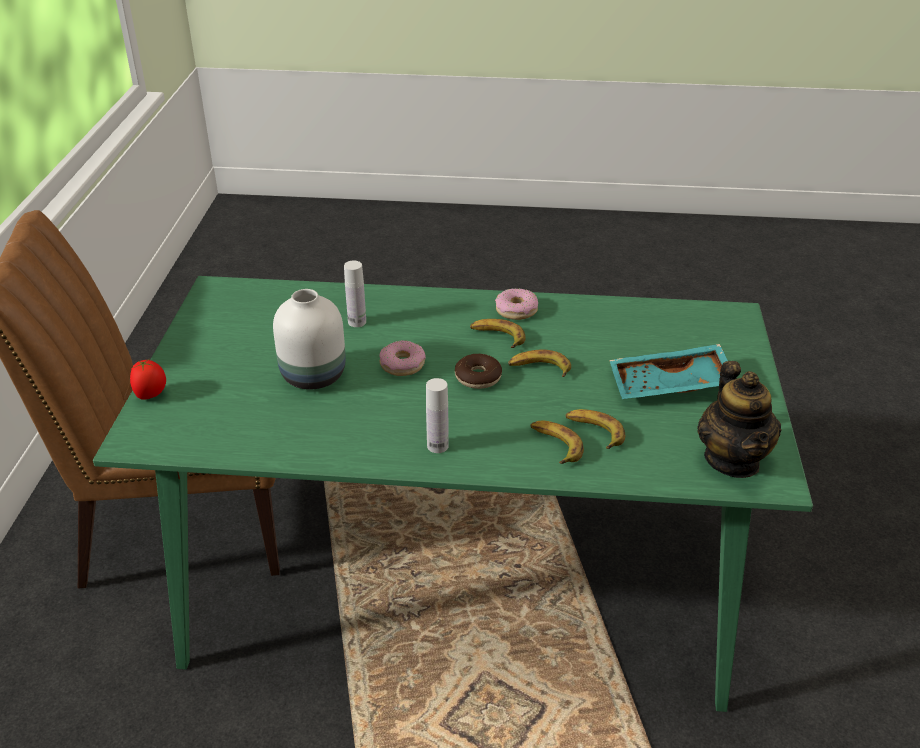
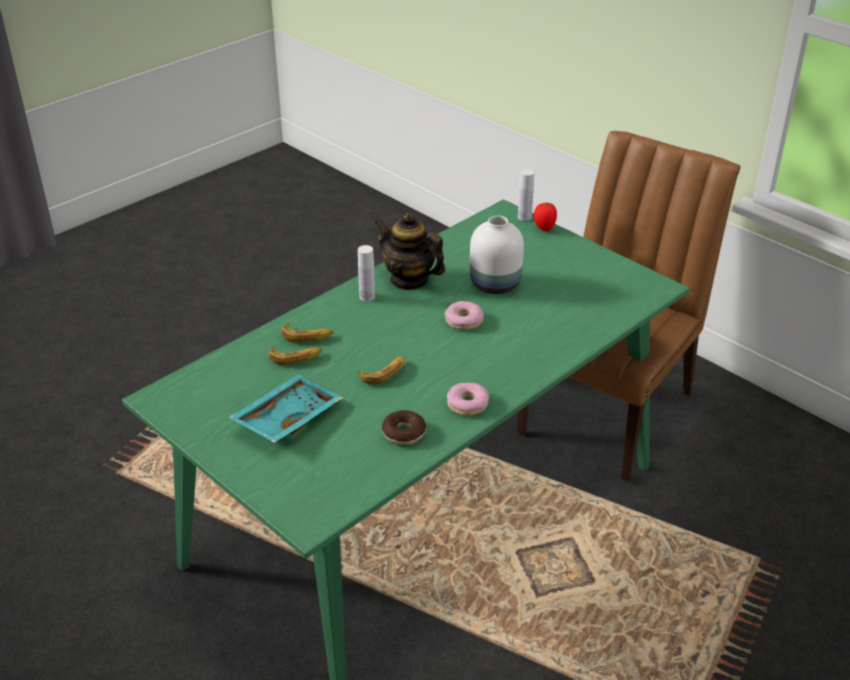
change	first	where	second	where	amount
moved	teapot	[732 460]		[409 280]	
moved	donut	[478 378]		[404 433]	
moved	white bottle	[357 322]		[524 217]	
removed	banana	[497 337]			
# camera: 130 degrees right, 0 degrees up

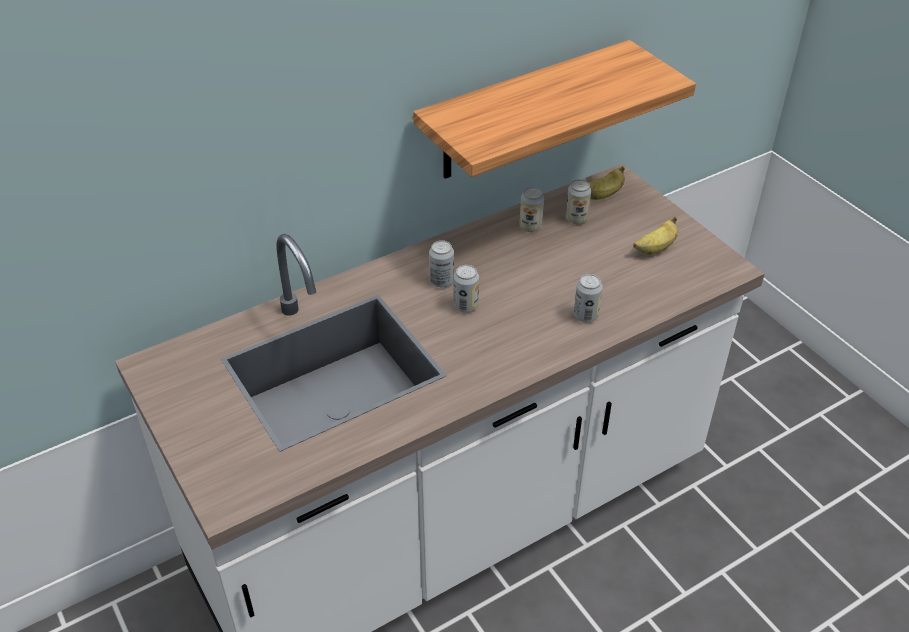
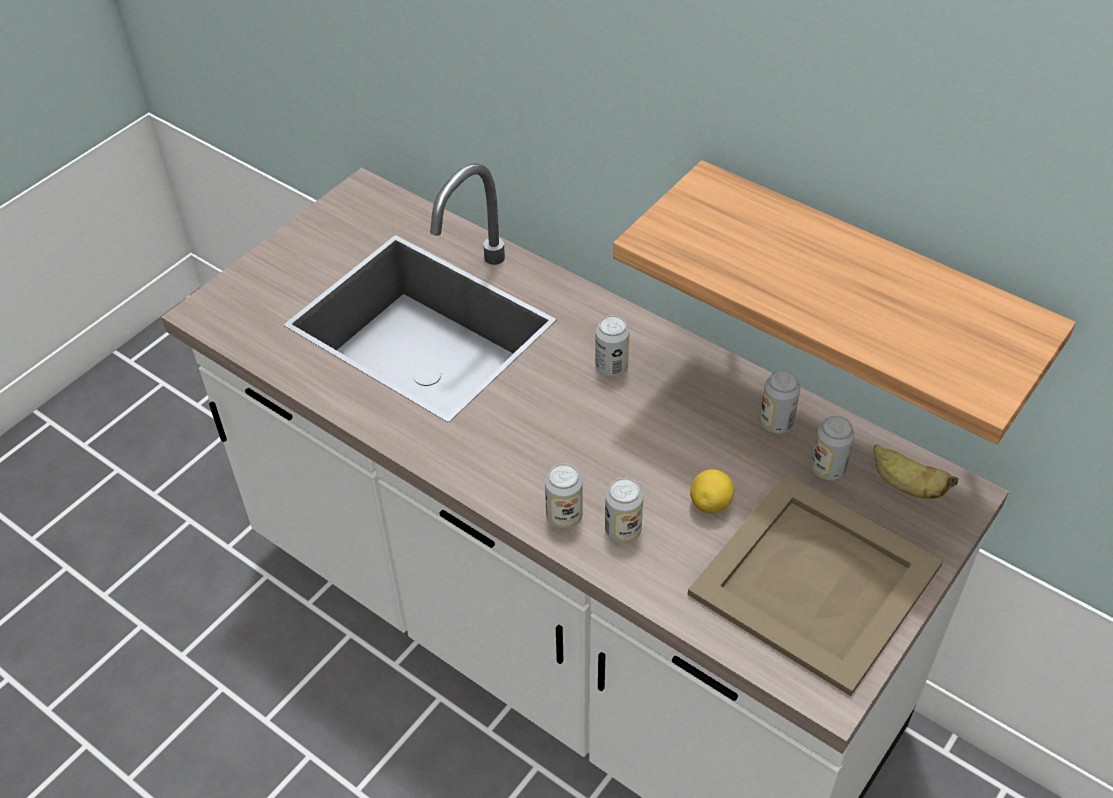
change	first	where	second	where	amount
moved	can	[466 306]		[564 516]	
replaced	banana	[655 249]	beige tray	[817 579]	
added			lemon	[711 504]	
# camera: 70 degrees right, 5 degrees up

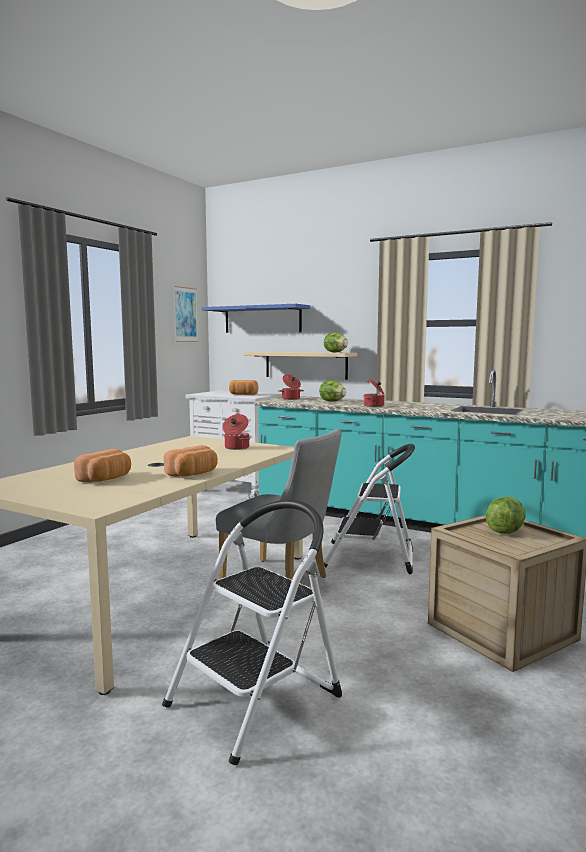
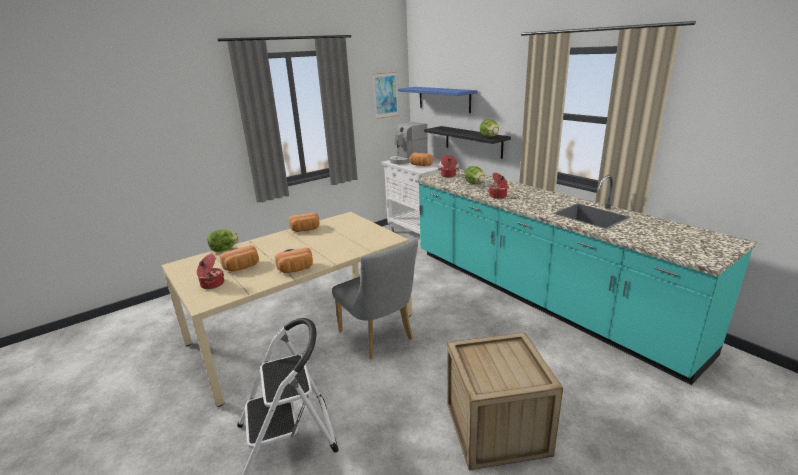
change	first	where	second	where	amount
moved	cooking pot	[236 447]		[211 284]	
moved	lettuce	[505 531]		[224 249]	
added			bread	[305 230]	
added			coffee machine	[407 160]	
recoloured	beige shelf	[305 365]	black shelf	[473 141]	
removed	step ladder	[372 558]			
# camera: 25 degrees right, 15 degrees up

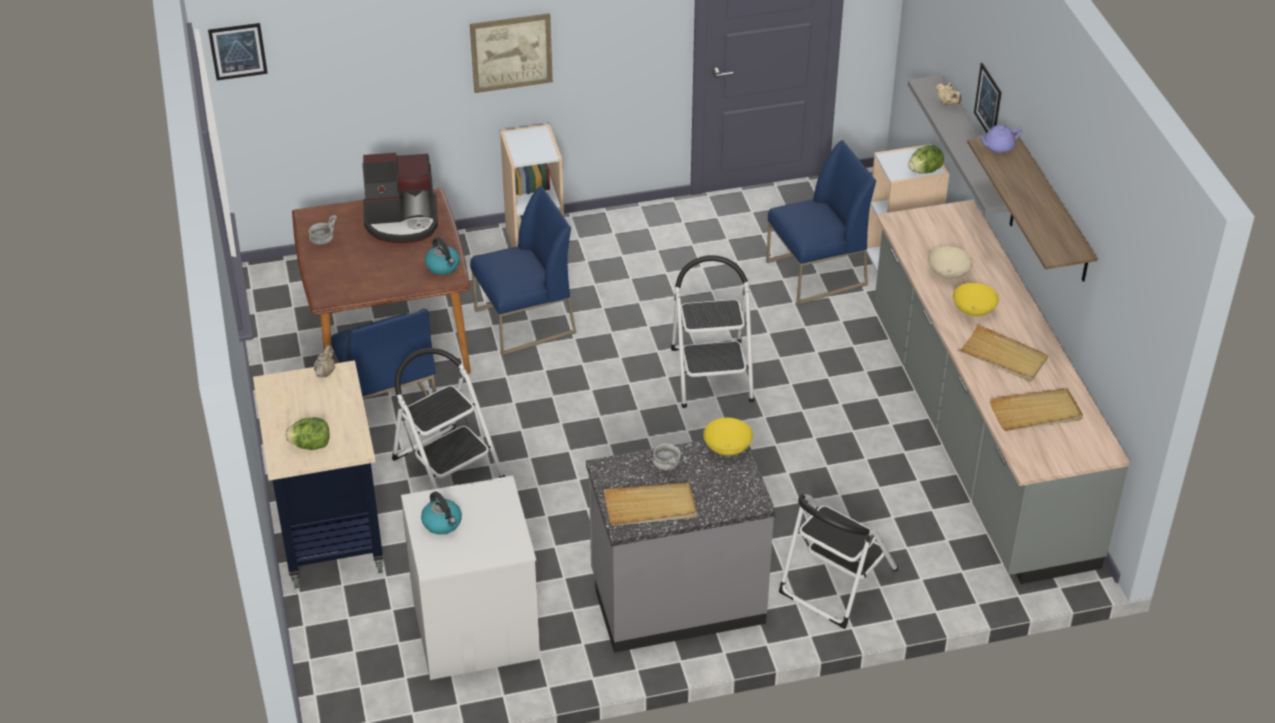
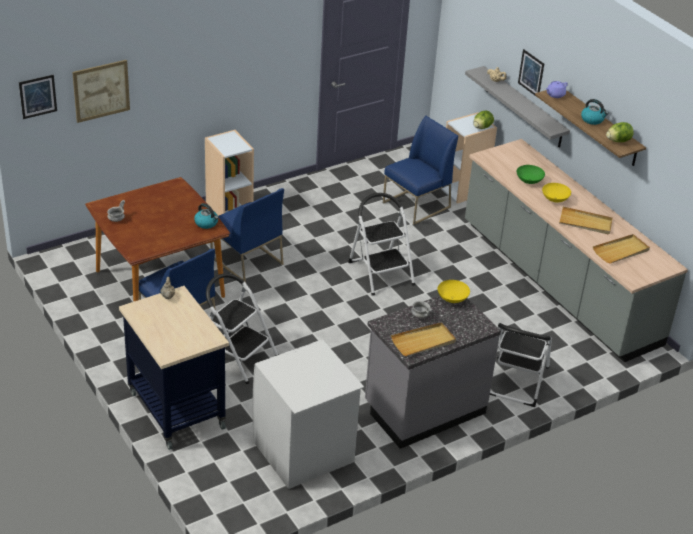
change	first	where	second	where	amount
moved	picture	[511 52]		[101 90]	
turned	blue chair	[524 322]		[246 261]	90 degrees clockwise
recoloured	beige bowl	[949 273]	green bowl	[529 181]	
moved	kettle	[442 523]		[592 120]	
moved	lettuce	[311 445]		[618 141]	
removed	coffee machine	[402 221]			
# camera: 20 degrees left, 5 degrees down

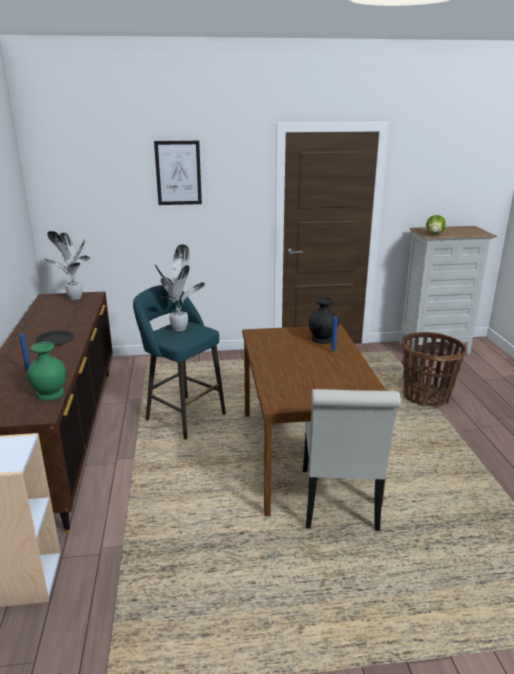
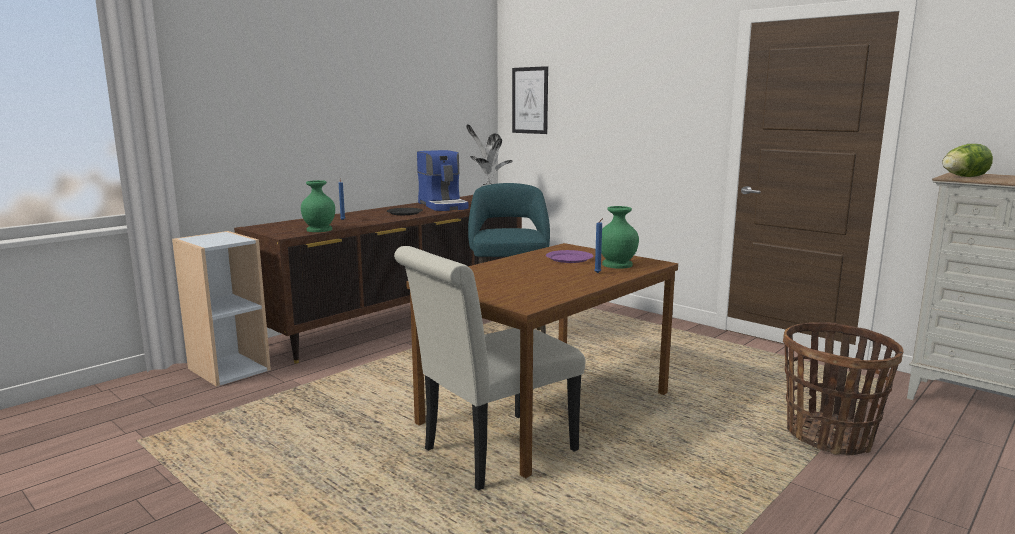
change	first	where	second	where	amount
added			coffee machine	[444 206]	
moved	picture	[178 173]		[530 100]	
added			purple plate	[569 258]	
recoloured	black vase	[321 339]	green vase	[616 264]	
removed	potted plant	[180 328]			
# camera: 50 degrees right, 10 degrees down

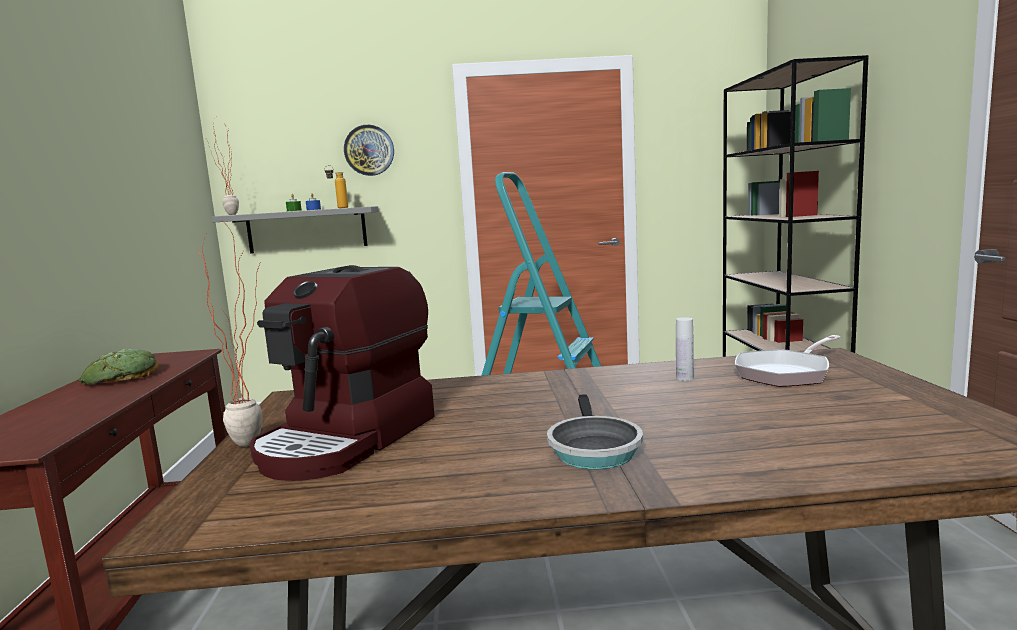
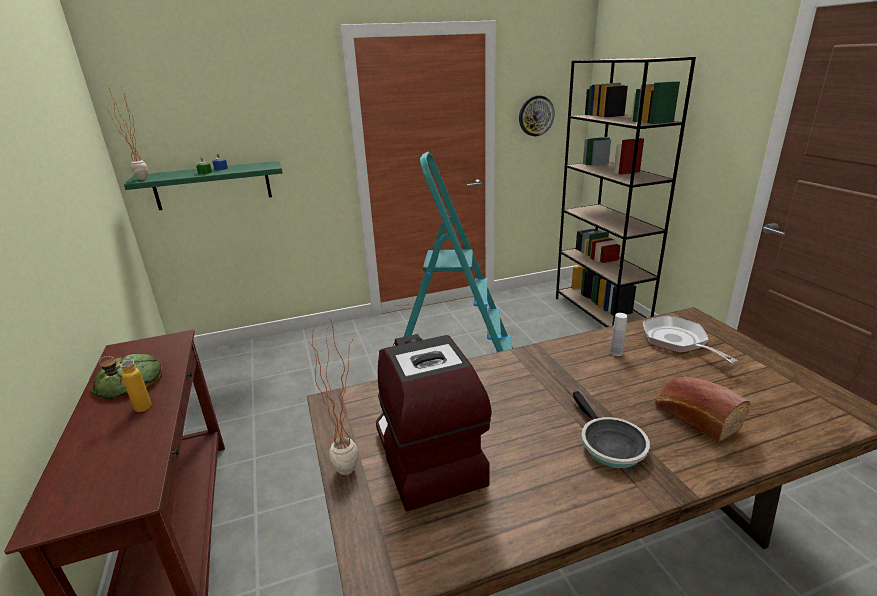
change	first	where	second	where	amount
moved	bottle	[338 208]		[135 409]	
recoloured	grey shelf	[307 230]	green shelf	[213 185]	
turned	coffee machine	[348 439]		[426 455]	150 degrees clockwise
moved	wall clock	[369 150]		[536 116]	
turned	frying pan	[786 373]		[677 341]	120 degrees clockwise
added			bread	[693 417]	
# camera: 15 degrees left, 15 degrees up

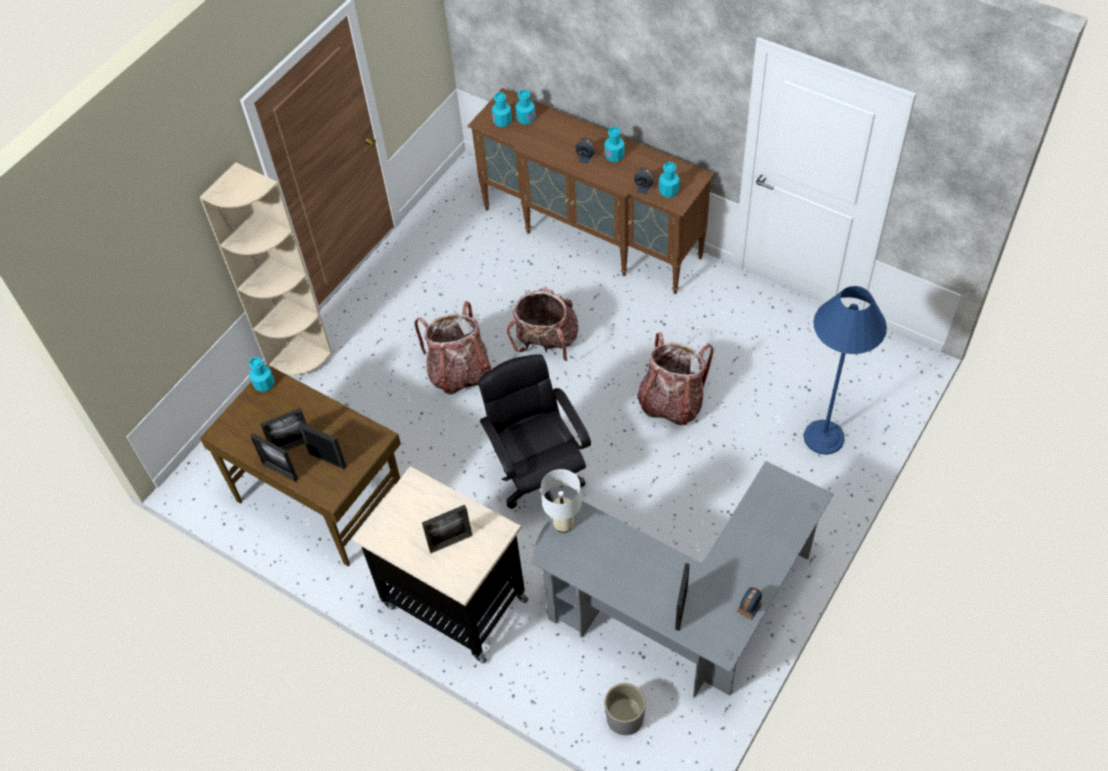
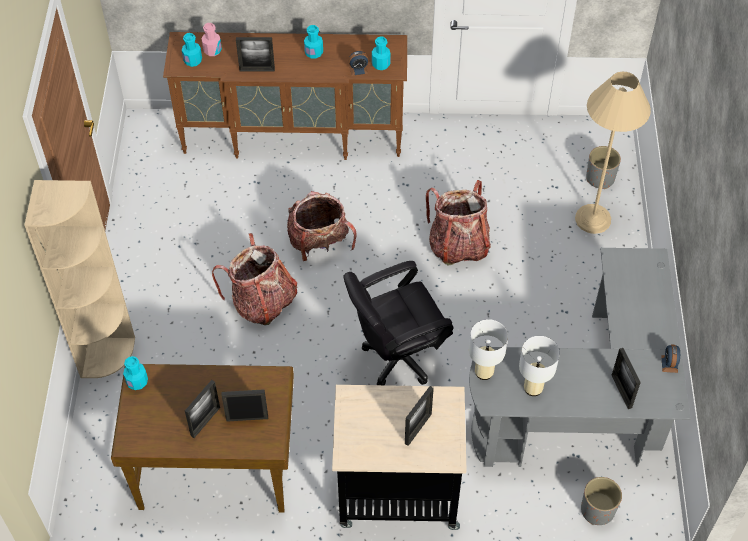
change	first	where	second	where	amount
recoloured	turquoise bottle	[526 119]	pink bottle	[212 50]	
moved	picture frame	[280 471]		[257 70]	
turned	black office chair	[538 481]		[396 361]	60 degrees counterclockwise
added			white table lamp	[533 388]	
recoloured	blue floor lamp	[823 437]	beige floor lamp	[593 219]	
added			grey planter	[600 178]	
removed	alarm clock	[586 158]			
# camera: 35 degrees left, 0 degrees up

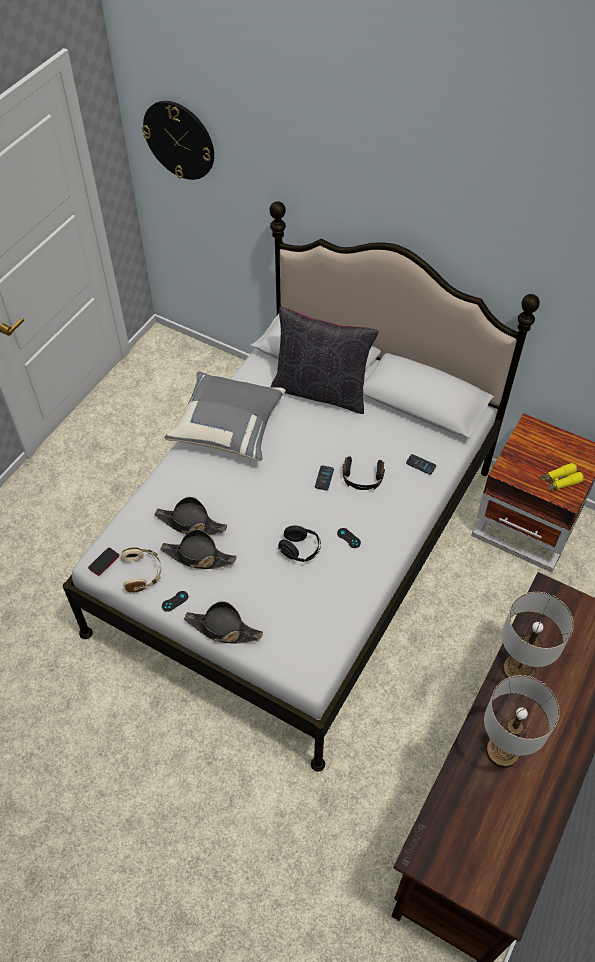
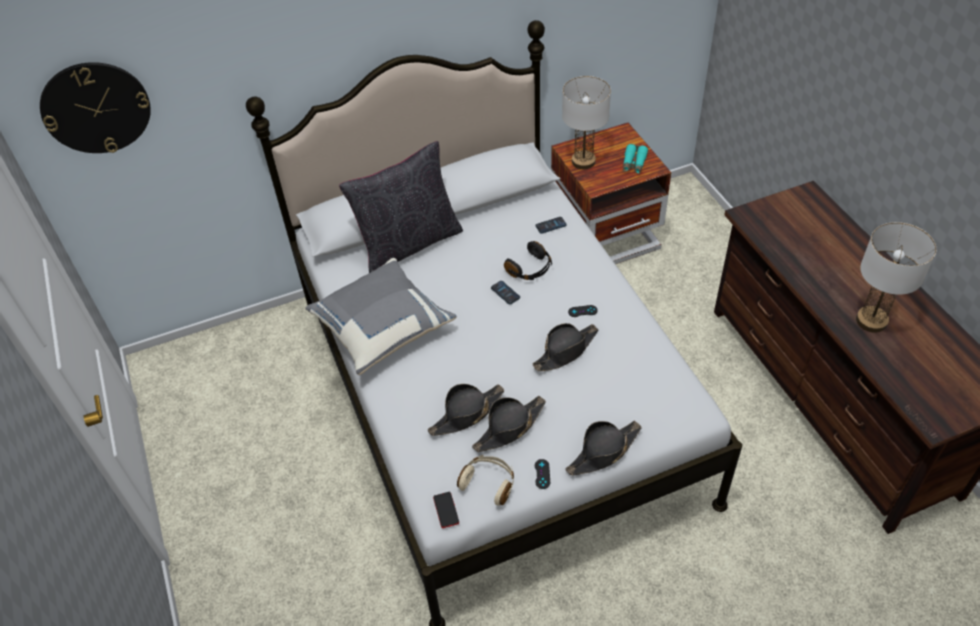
change	first	where	second	where	amount
replaced	black headphones	[300 550]	black hat	[565 351]	
moved	table lamp	[518 671]		[583 161]	
recoloured	yellow binoculars	[560 481]	turquoise binoculars	[634 163]	
# camera: 50 degrees left, 5 degrees down

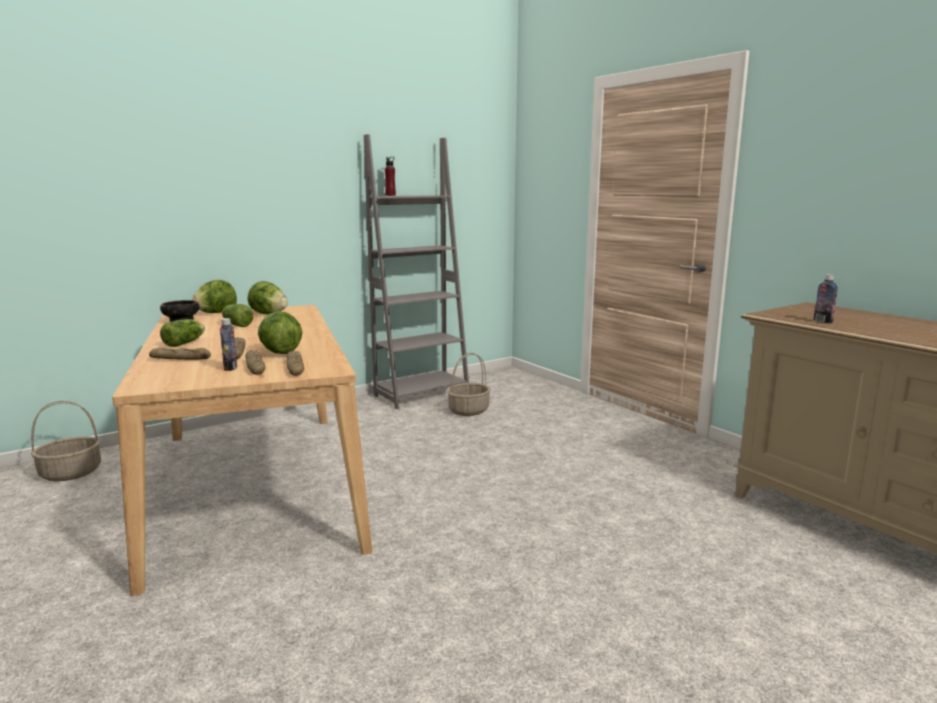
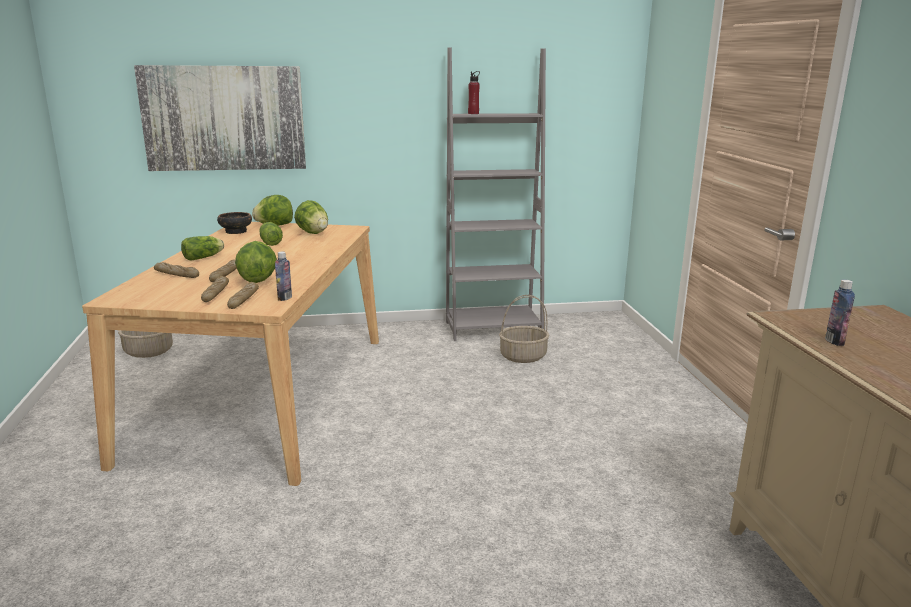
change	first	where	second	where	amount
added			picture	[224 118]	
moved	bottle	[230 368]		[285 298]	
# camera: 25 degrees right, 5 degrees up

